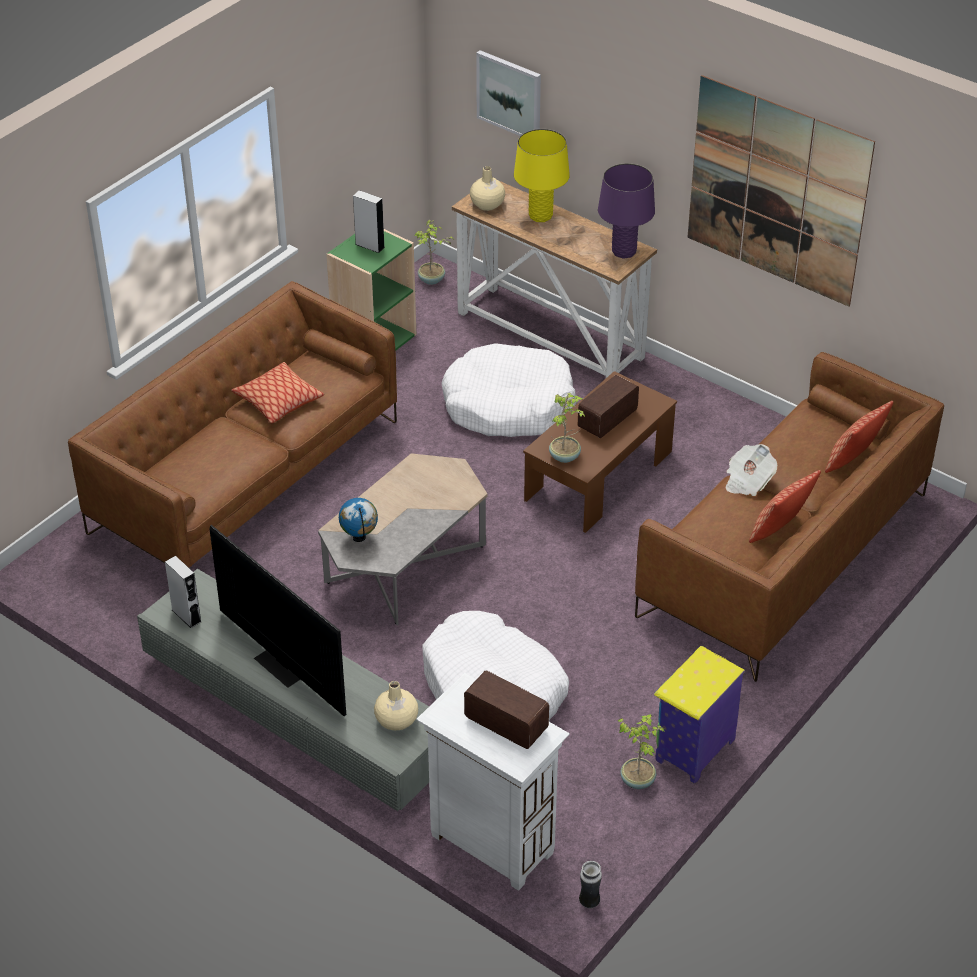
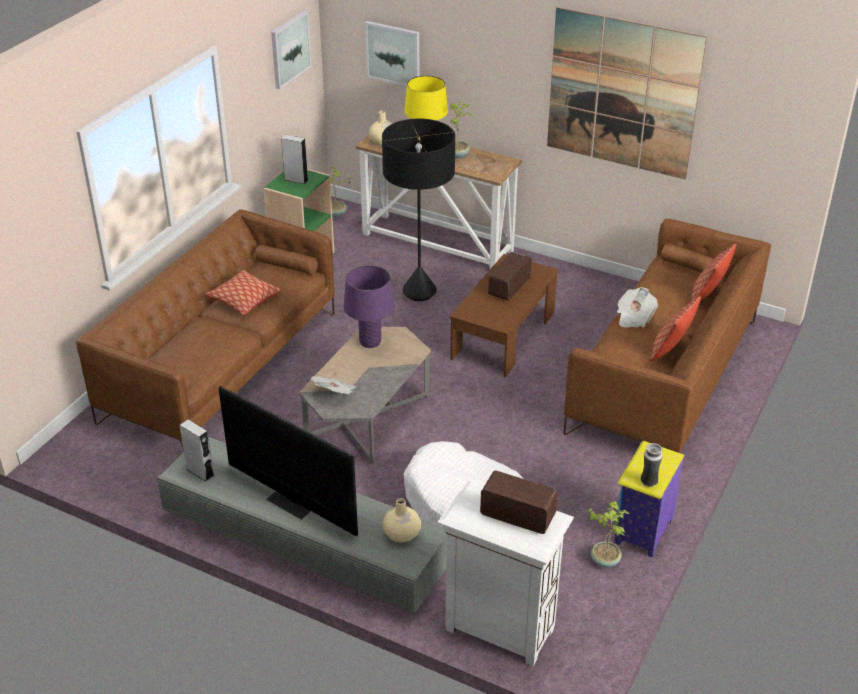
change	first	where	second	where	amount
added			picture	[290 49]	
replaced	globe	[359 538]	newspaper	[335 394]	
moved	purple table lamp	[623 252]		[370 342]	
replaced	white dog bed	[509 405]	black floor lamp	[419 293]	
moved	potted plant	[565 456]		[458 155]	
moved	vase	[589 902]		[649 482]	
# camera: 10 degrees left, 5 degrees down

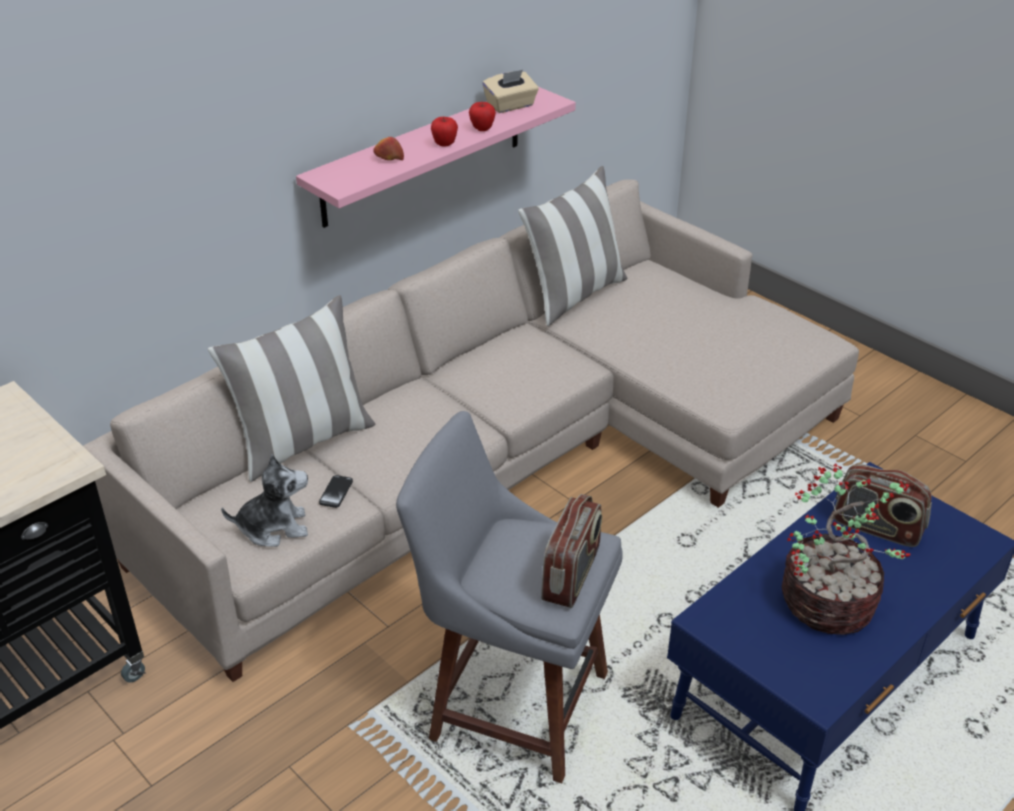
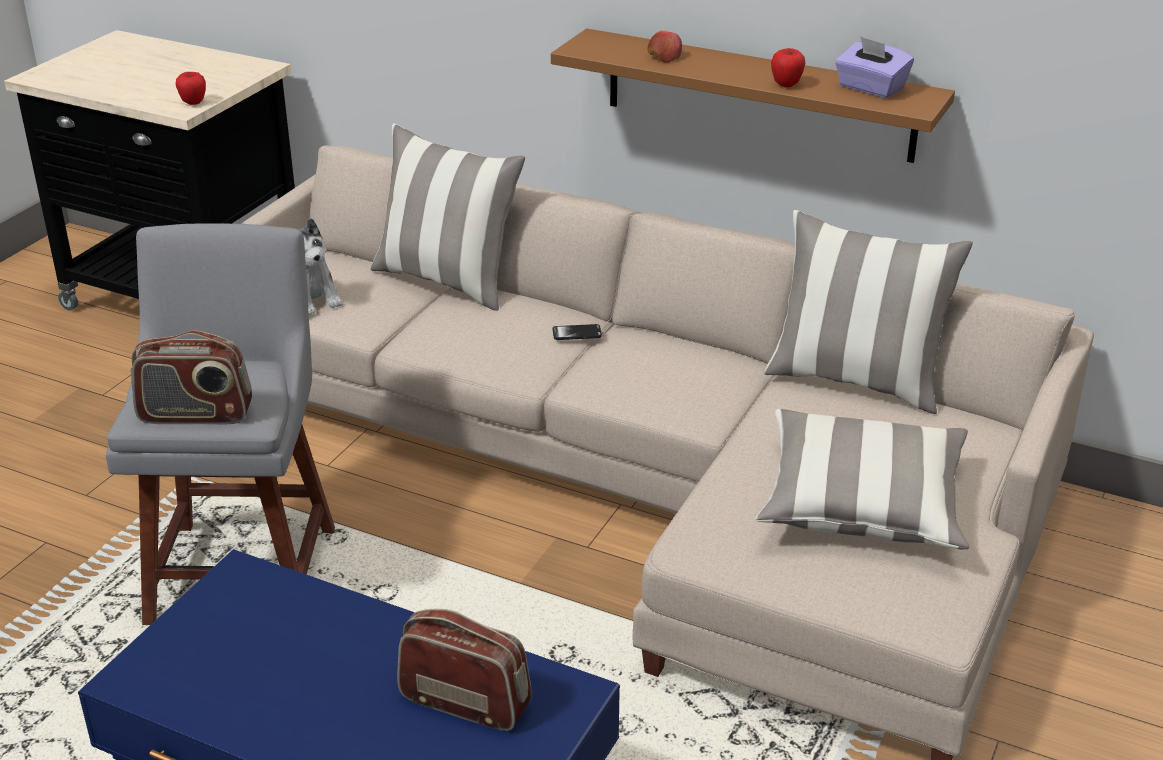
change	first	where	second	where	amount
moved	apple	[444 144]		[193 103]	
turned	radio	[876 528]		[465 702]	105 degrees clockwise
recoloured	pink shelf	[423 155]	brown shelf	[759 95]	
moved	phone	[336 492]		[577 333]	
added			pillow	[862 504]	
recoloured	beige tissue box	[510 106]	purple tissue box	[870 88]	
removed	potted plant	[830 603]			
# camera: 70 degrees right, 5 degrees down

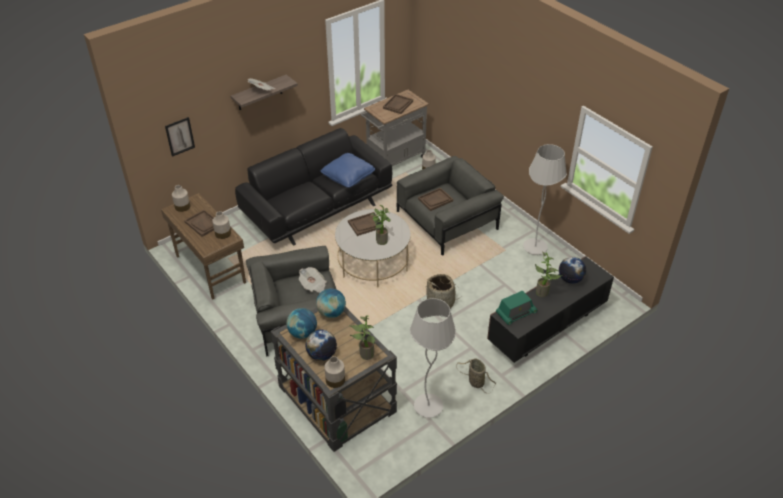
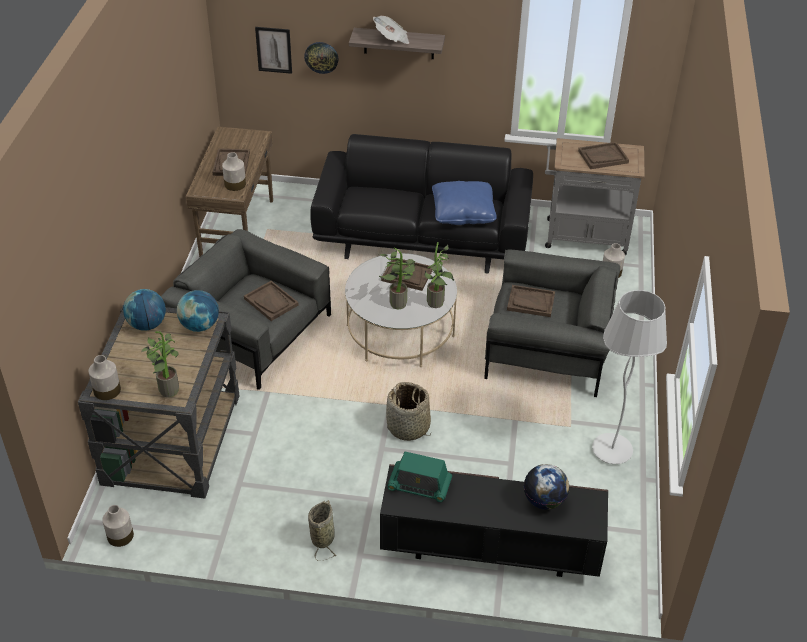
change	first	where	second	where	amount
moved	beige vase	[182 206]		[120 535]	
replaced	newspaper	[313 286]	brown tray	[271 302]	
added			wall clock	[321 57]	
moved	potted plant	[543 292]		[437 303]	
removed	globe	[321 355]			
removed	white floor lamp	[428 406]			
# camera: 45 degrees right, 0 degrees up

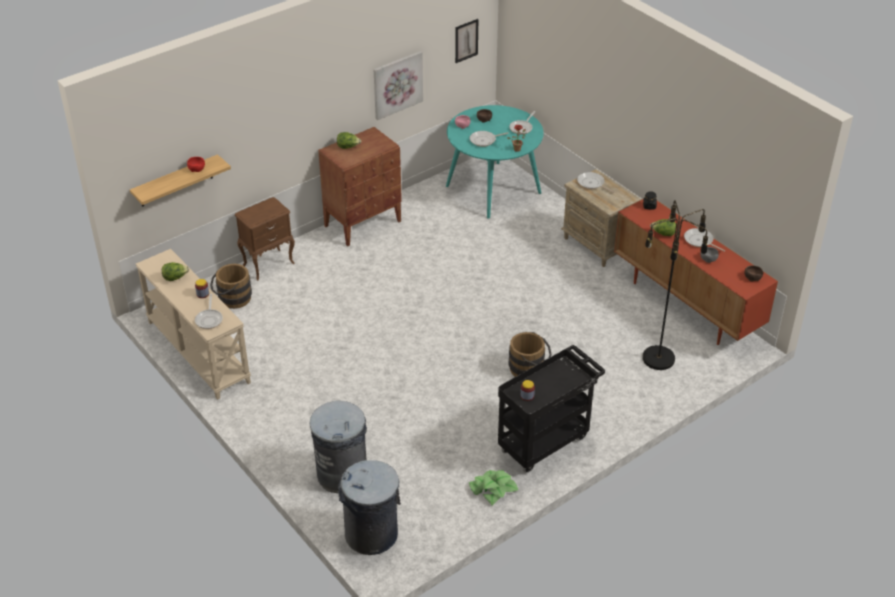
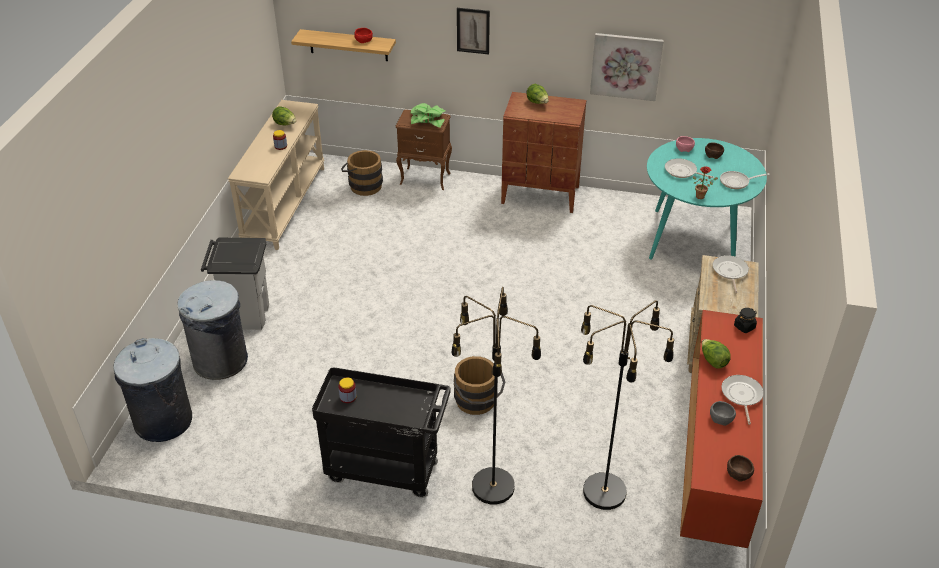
change	first	where	second	where	amount
added			grey trash can	[246 314]	
moved	potted plant	[492 489]		[428 119]	
added			floor lamp	[492 487]	
moved	picture	[466 40]		[473 30]	
removed	frying pan	[209 319]			
# camera: 50 degrees right, 0 degrees up

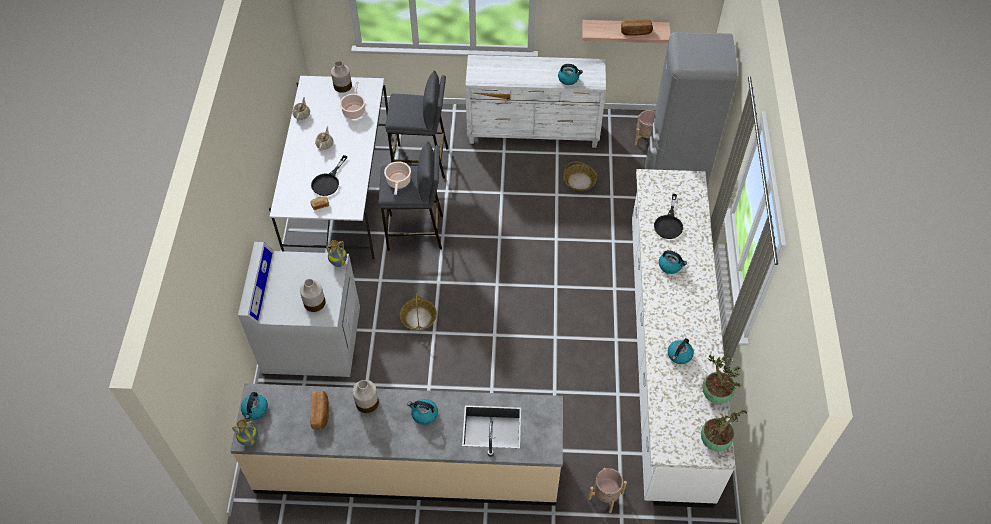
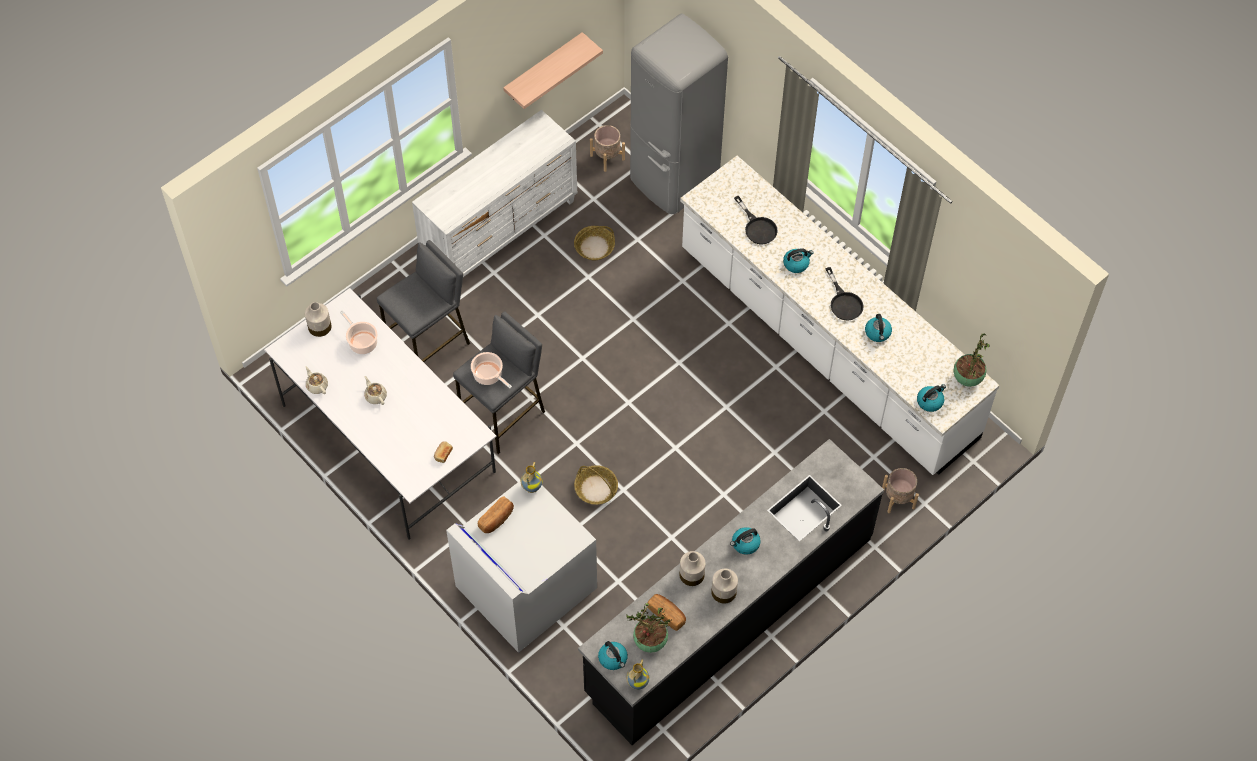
change	first	where	second	where	amount
moved	bread	[636 32]		[496 519]	
recoloured	beige counter	[407 467]	black counter	[728 614]	
moved	potted plant	[714 394]		[649 641]	
moved	beige vase	[314 302]		[724 592]	
moved	black frying pan	[328 182]		[844 302]	
moved	kettle	[568 79]		[930 401]	
# camera: 45 degrees left, 5 degrees up

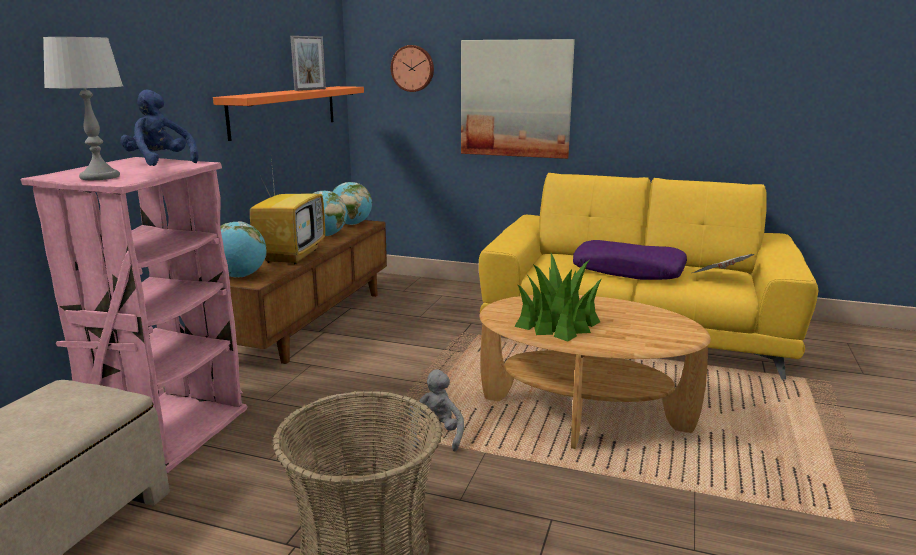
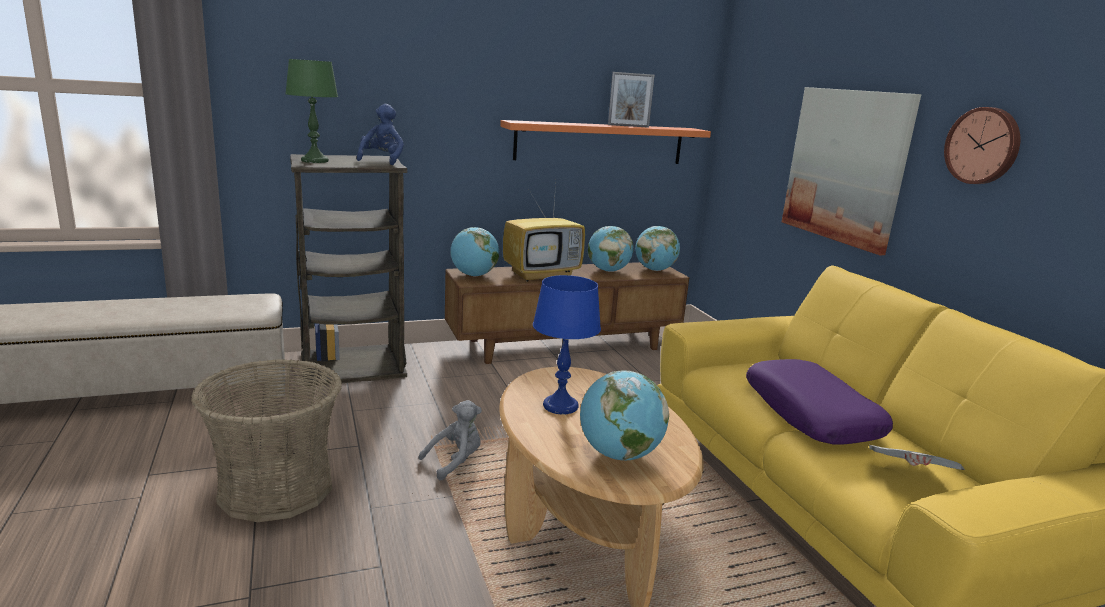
change	first	where	second	where	amount
recoloured	grey table lamp	[99 177]	green table lamp	[315 161]	
recoloured	pink bookcase	[168 429]	brown bookcase	[353 365]	
replaced	potted plant	[557 323]	blue table lamp	[560 406]	
added			globe	[619 455]	
moved	wall clock	[413 68]		[983 146]	
# camera: 50 degrees right, 0 degrees up

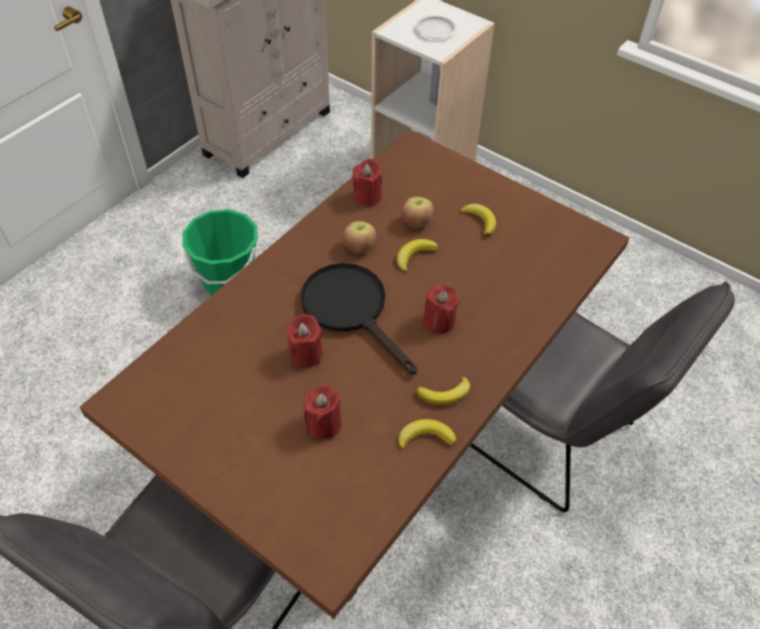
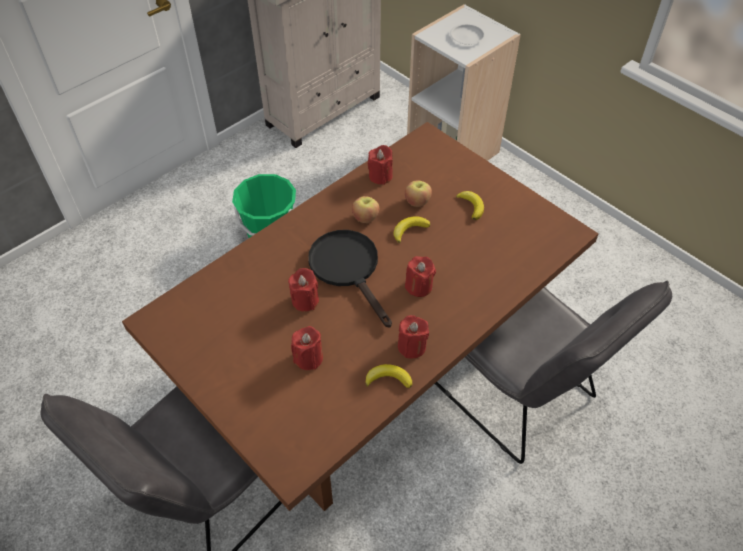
change	first	where	second	where	amount
replaced	banana	[445 394]	red candle	[412 346]	
# camera: 10 degrees right, 0 degrees up

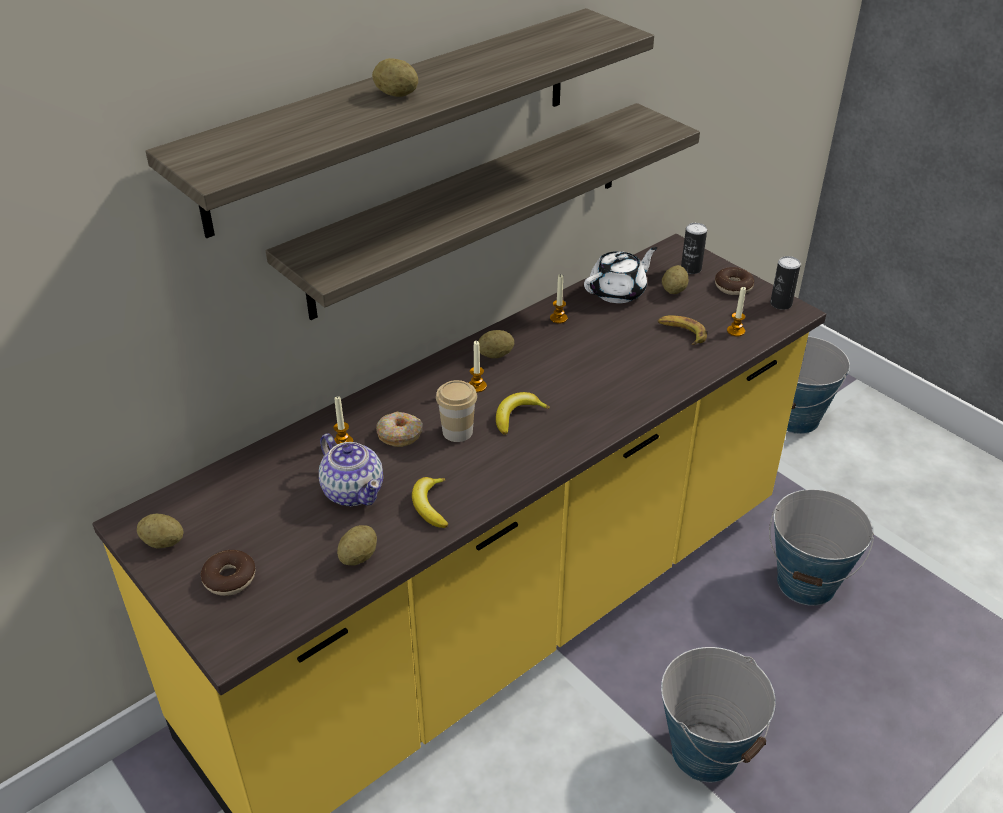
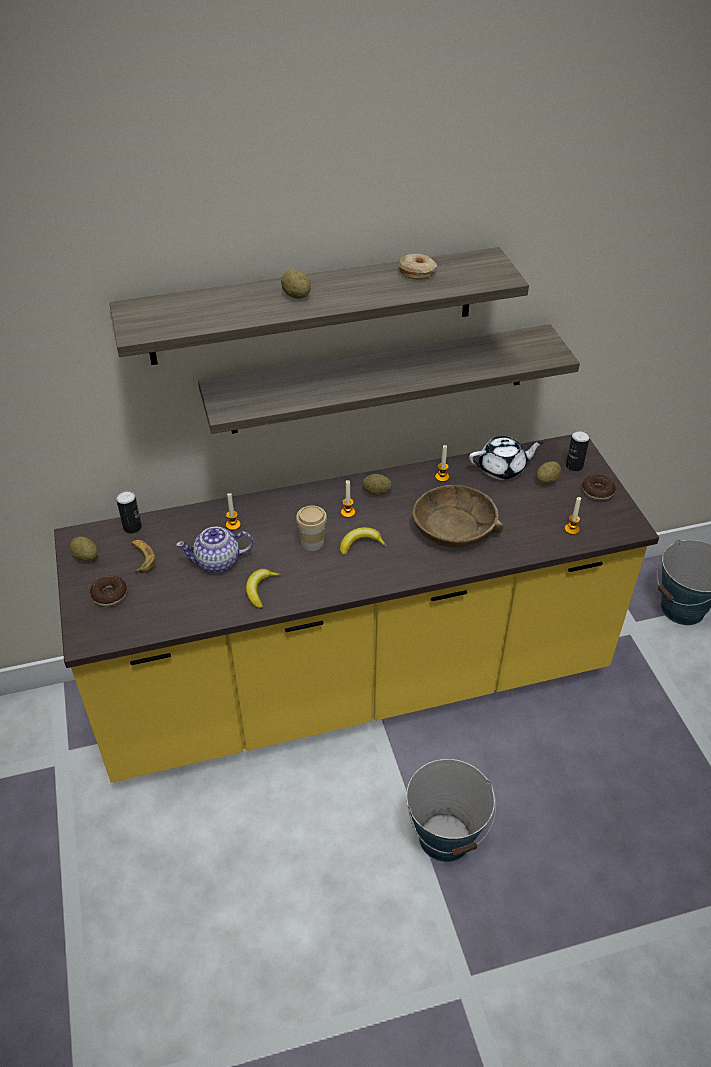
change	first	where	second	where	amount
moved	can	[781 304]		[132 527]	
moved	banana	[681 333]		[141 558]	
turned	teapot	[353 491]		[218 562]	90 degrees clockwise
moved	donut	[400 434]		[417 272]	
added			brown bowl	[455 527]	
removed	potato	[358 556]			
removed	bucket	[807 583]			
# camera: 25 degrees right, 5 degrees up

